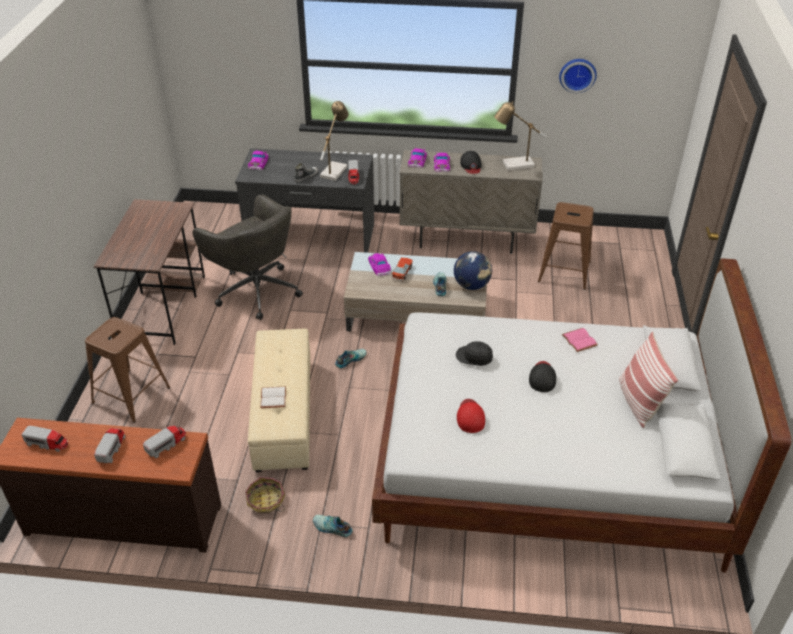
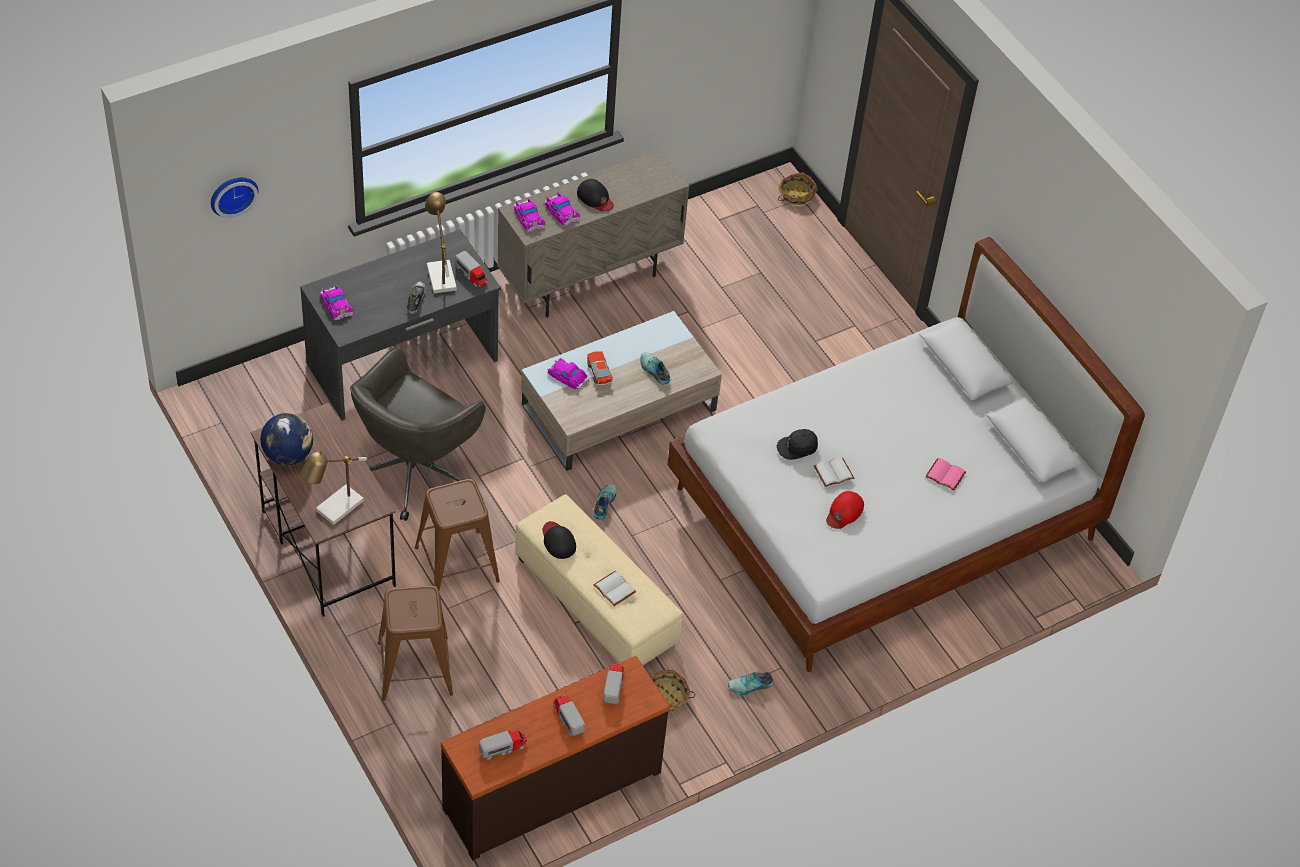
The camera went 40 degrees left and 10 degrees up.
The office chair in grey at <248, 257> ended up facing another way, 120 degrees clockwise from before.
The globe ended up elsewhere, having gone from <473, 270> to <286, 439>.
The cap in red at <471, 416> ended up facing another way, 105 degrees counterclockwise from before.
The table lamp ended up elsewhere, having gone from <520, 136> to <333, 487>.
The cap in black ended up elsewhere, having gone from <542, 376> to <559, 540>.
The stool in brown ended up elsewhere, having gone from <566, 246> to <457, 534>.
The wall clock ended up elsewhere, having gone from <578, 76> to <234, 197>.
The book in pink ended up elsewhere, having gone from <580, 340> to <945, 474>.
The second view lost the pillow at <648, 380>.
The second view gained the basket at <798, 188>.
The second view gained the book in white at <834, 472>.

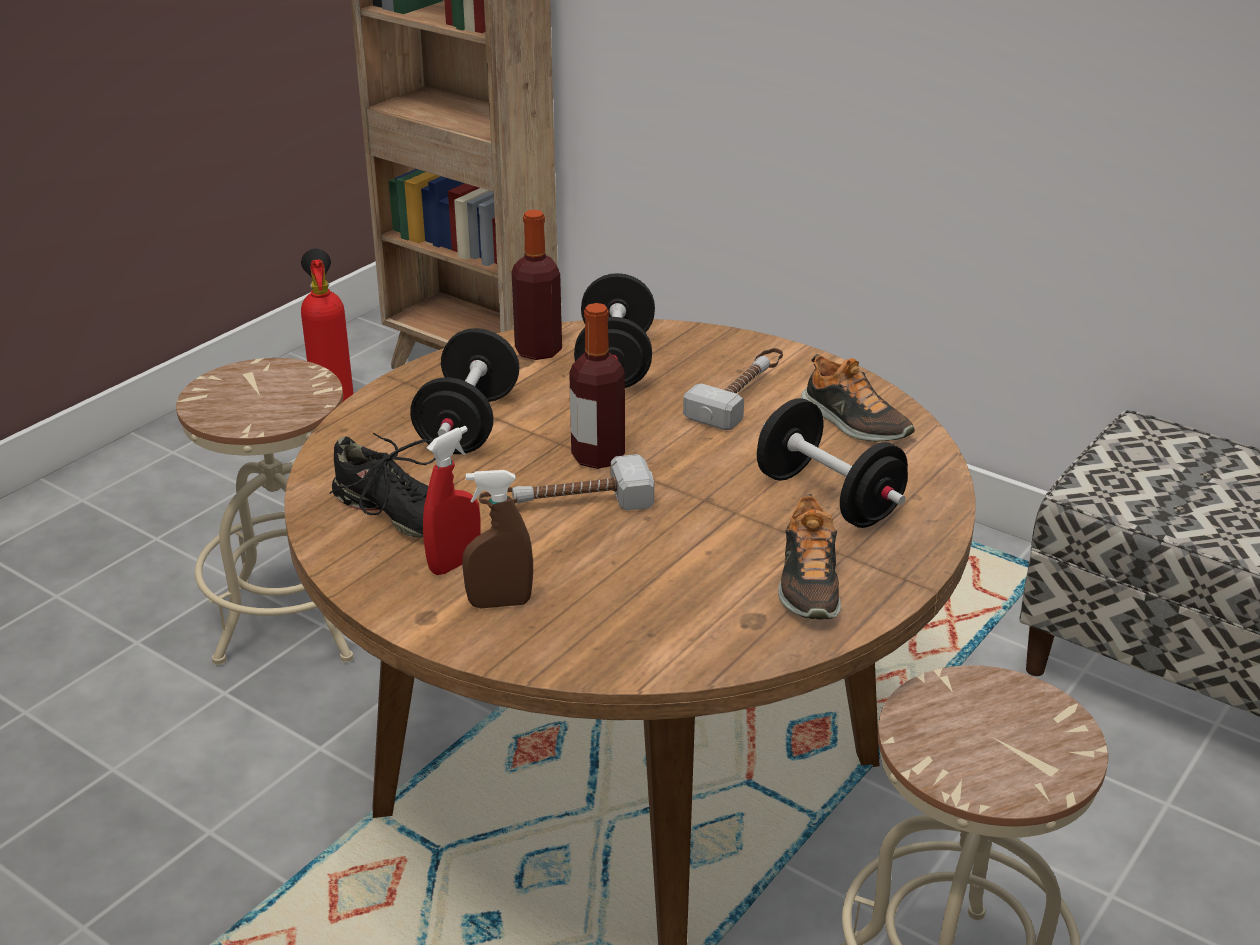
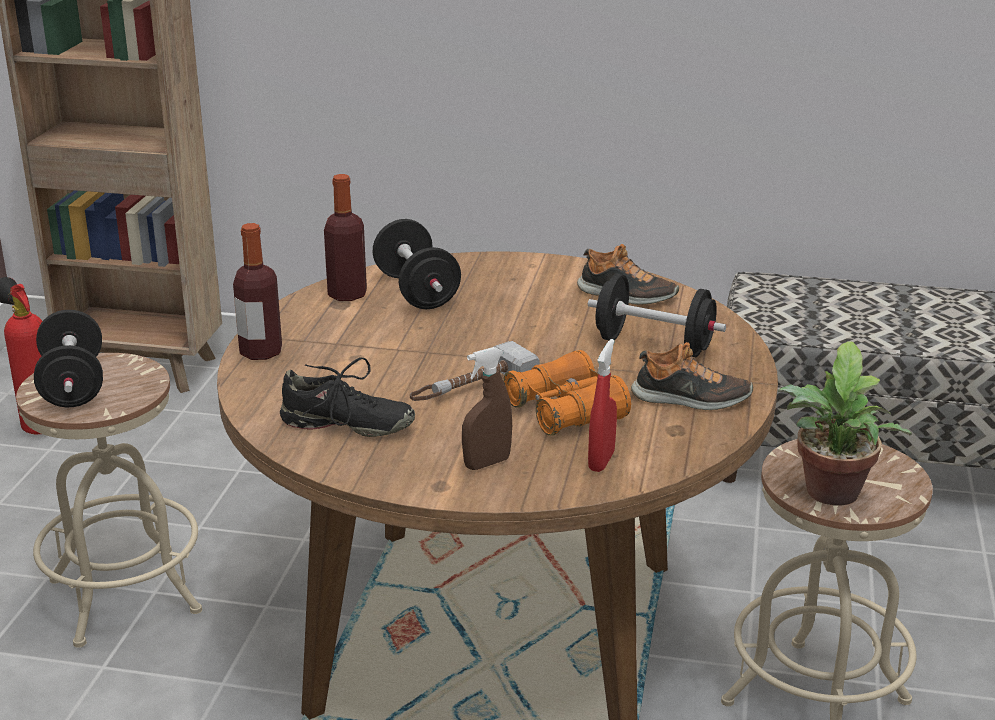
The camera went 25 degrees left and 5 degrees down.
The dumbbell in black ended up elsewhere, having gone from <464, 391> to <68, 358>.
The spray bottle in red ended up elsewhere, having gone from <452, 500> to <602, 405>.
The bottle ended up elsewhere, having gone from <597, 386> to <257, 291>.
The second view lost the hammer at <733, 389>.
The shoe at <809, 557> ended up facing another way, 60 degrees counterclockwise from before.
The second view gained the binoculars in orange at <567, 393>.
The second view gained the potted plant at <845, 423>.

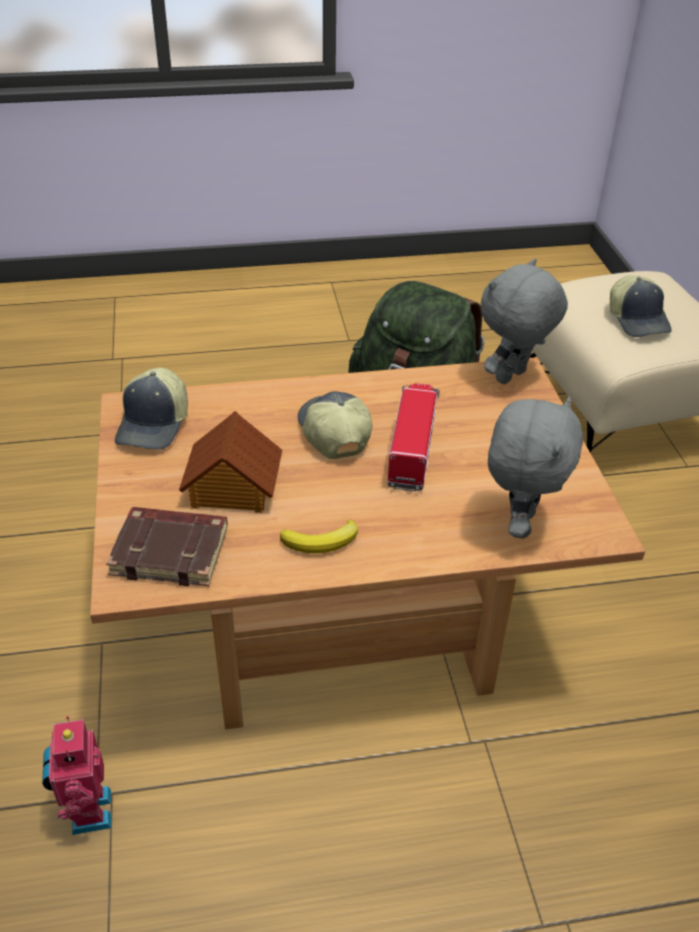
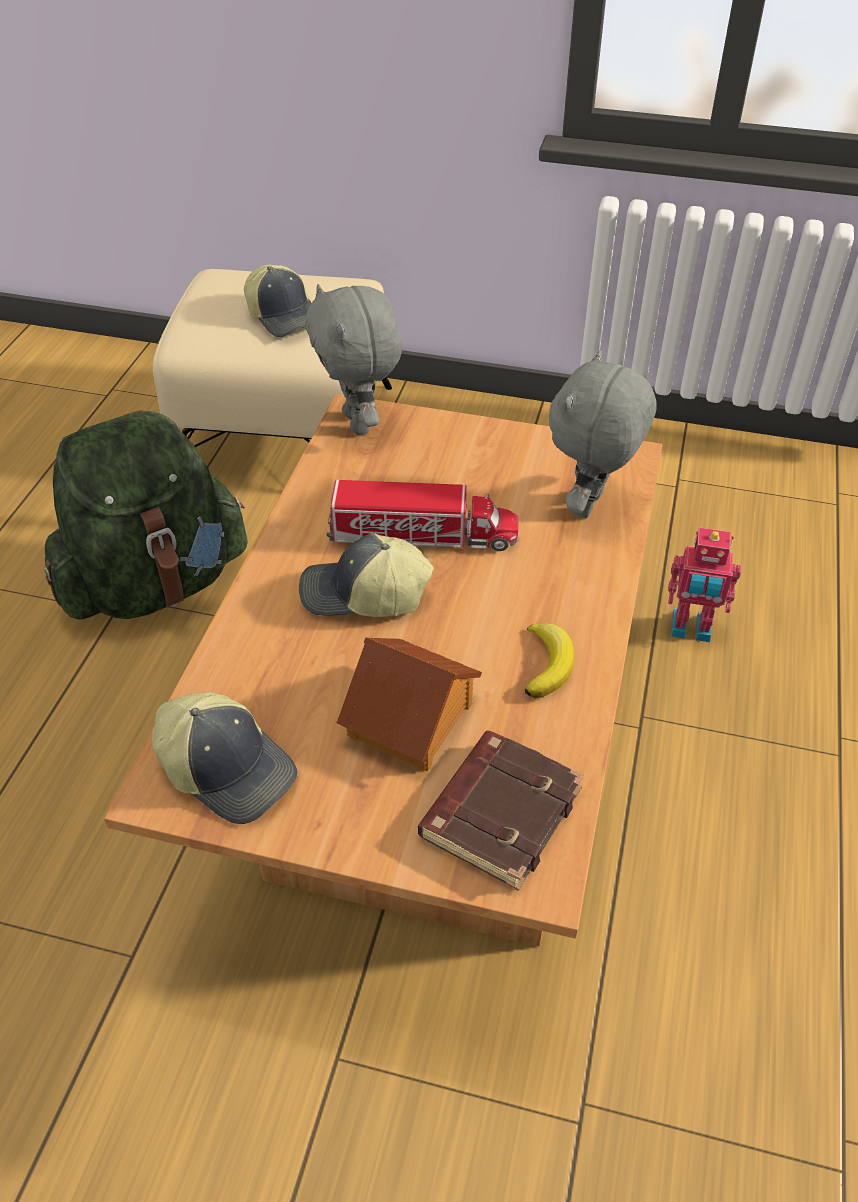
The camera went 65 degrees left and 5 degrees up.
The toy robot ended up elsewhere, having gone from <77, 775> to <704, 584>.
The toy truck at <414, 437> ended up facing another way, 150 degrees clockwise from before.
The plush toy in grey at <535, 468> ended up facing another way, 105 degrees counterclockwise from before.
The cap at <641, 306> ended up facing another way, 45 degrees clockwise from before.

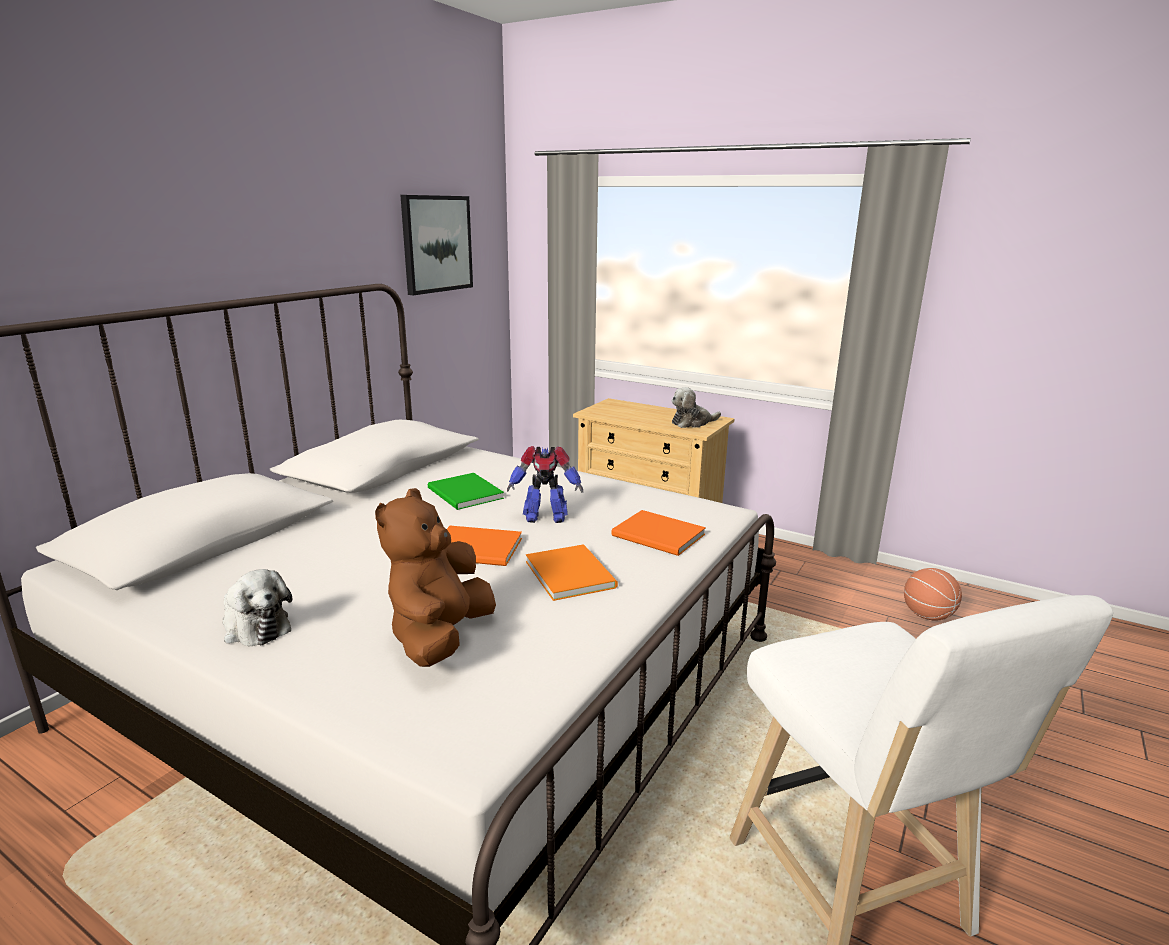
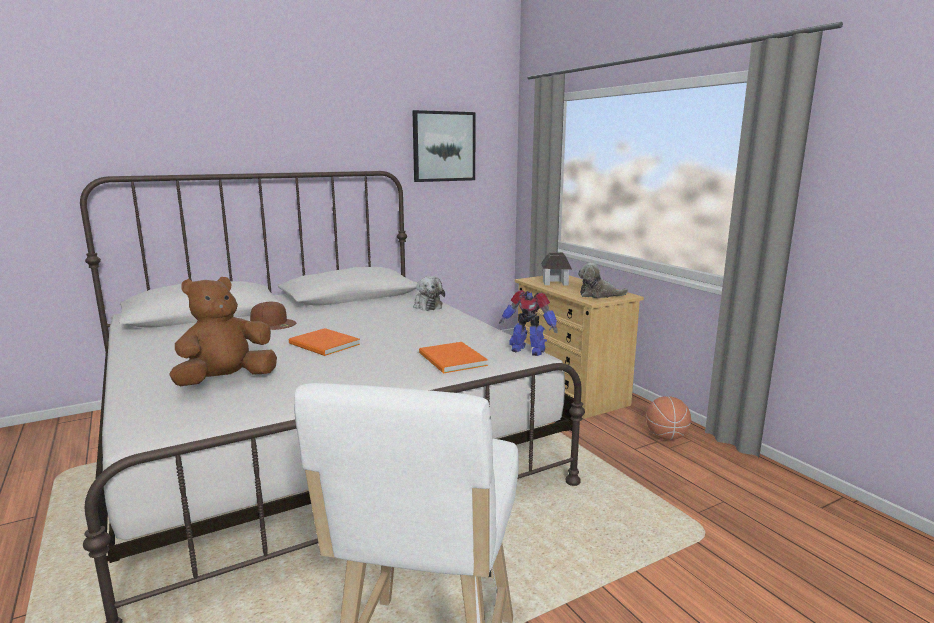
The camera went 30 degrees right and 5 degrees down.
The plush toy ended up elsewhere, having gone from <257, 607> to <429, 293>.
The second view lost the book in green at <466, 491>.
The toy robot ended up elsewhere, having gone from <545, 484> to <528, 323>.
The second view lost the book in orange at <572, 572>.
The basketball ended up elsewhere, having gone from <933, 594> to <668, 418>.
The second view gained the cap in brown at <273, 316>.
The second view gained the toy house at <556, 269>.

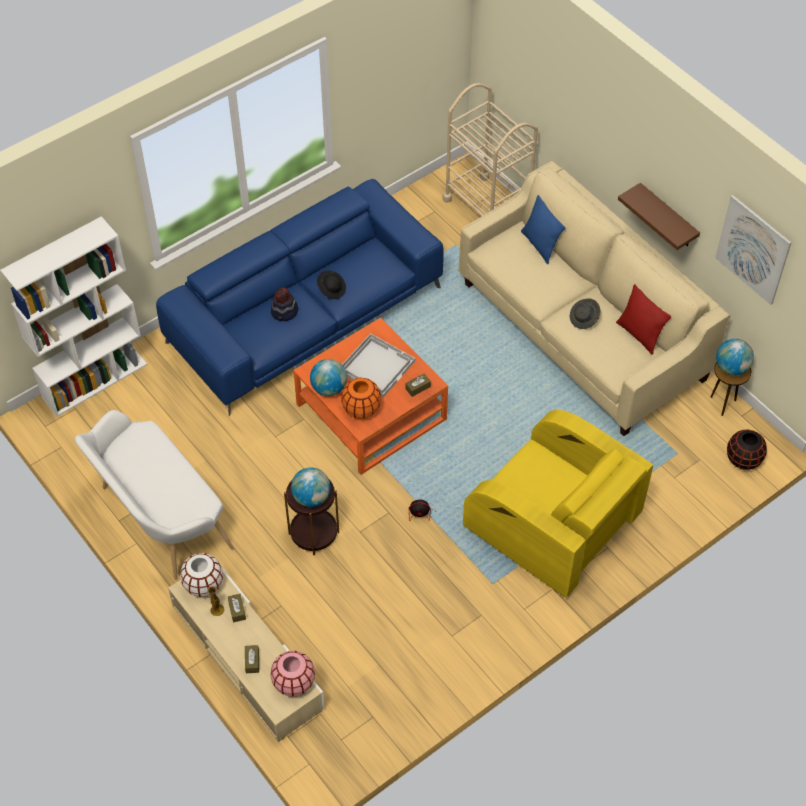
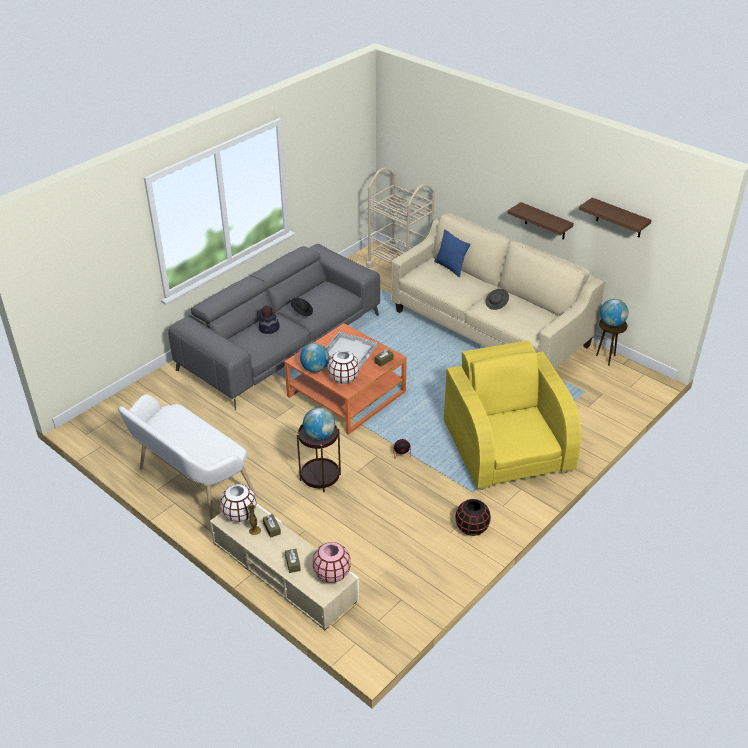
The camera went 10 degrees left and 15 degrees down.
The second view lost the bookcase in white at <73, 316>.
What was the sofa in blue at <300, 297> turned into the sofa in grey at <274, 327>.
What was the vase in orange at <361, 398> turned into the vase in white at <343, 367>.
The armchair in yellow at <558, 503> ended up facing another way, 135 degrees counterclockwise from before.
The second view lost the pillow in red at <643, 319>.
Where the picture hung at <753, 250>, the shelf in brown came to hang at <615, 217>.
The vase in black ended up elsewhere, having gone from <747, 450> to <473, 517>.

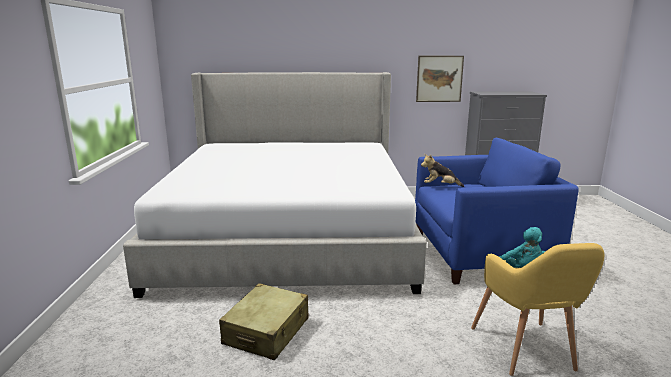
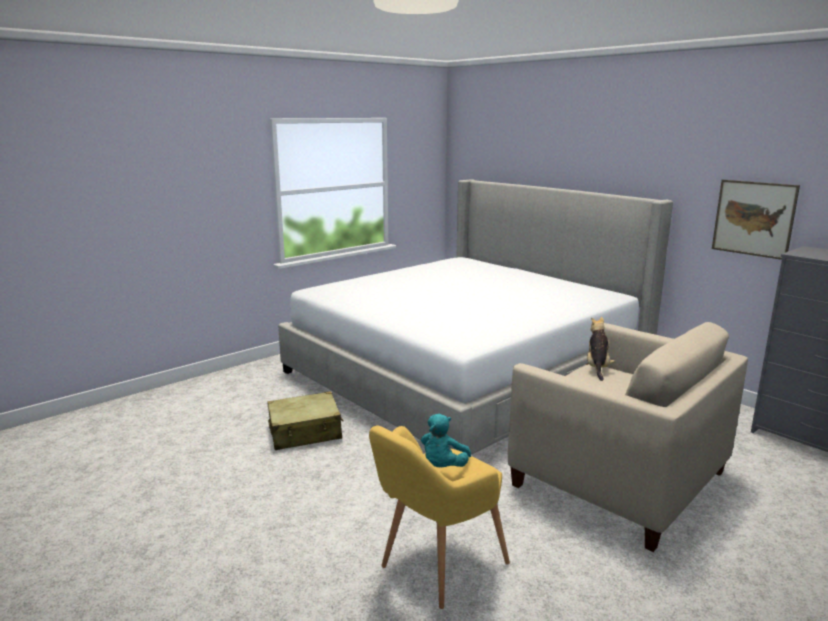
The camera went 50 degrees right and 0 degrees up.
What was the armchair in blue at <497, 211> turned into the armchair in beige at <628, 437>.
The plush toy at <442, 170> ended up facing another way, 45 degrees clockwise from before.

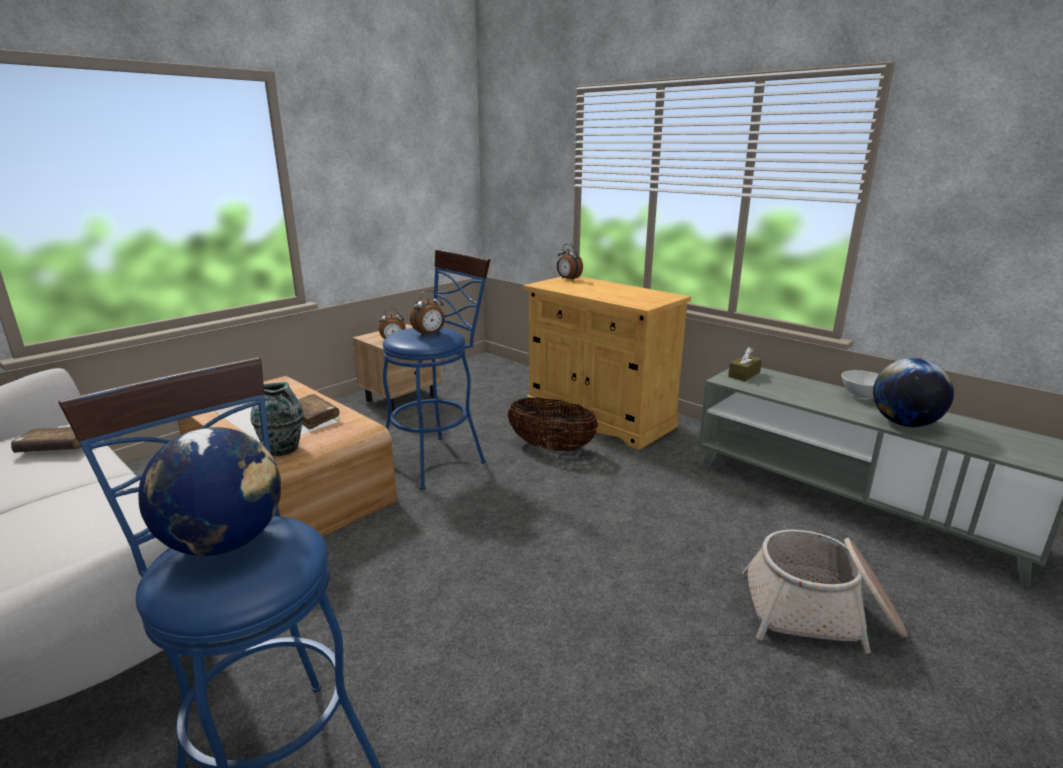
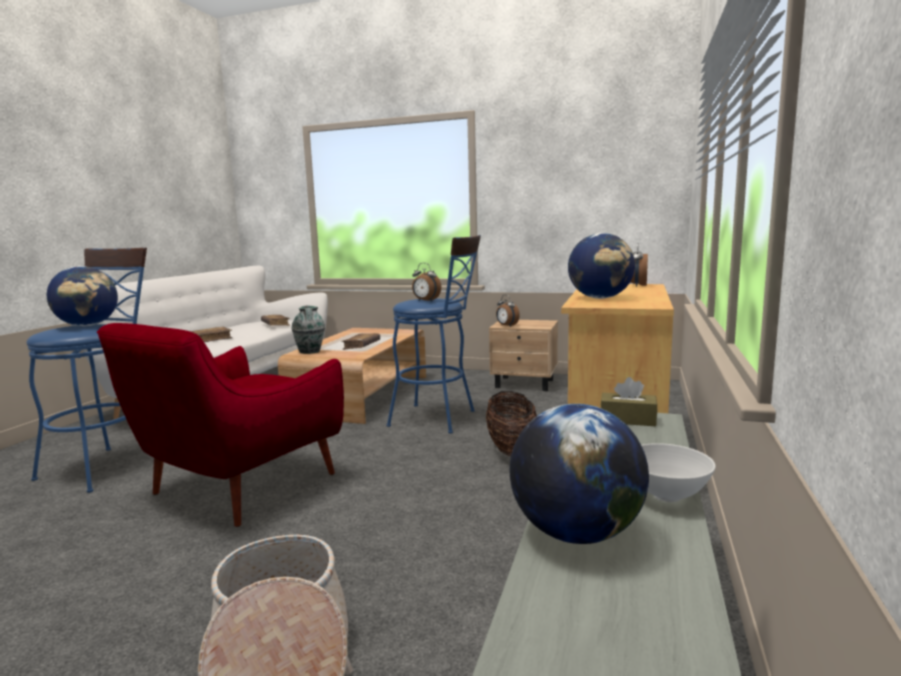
The camera went 65 degrees right and 10 degrees down.
The second view gained the armchair in red at <220, 425>.
The second view gained the book in brown at <211, 334>.
The second view gained the globe at <601, 266>.

